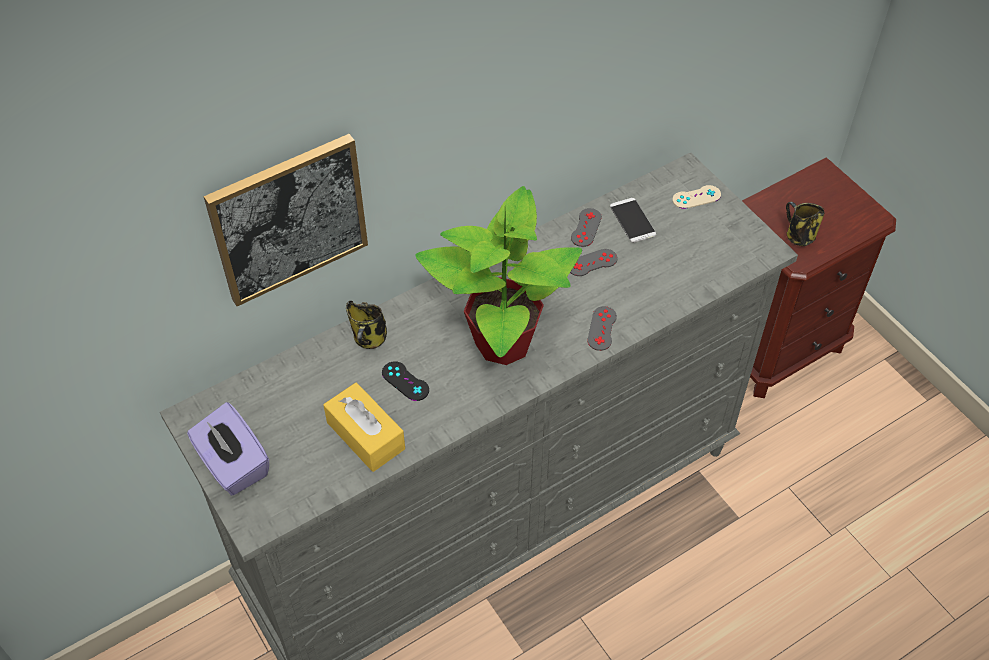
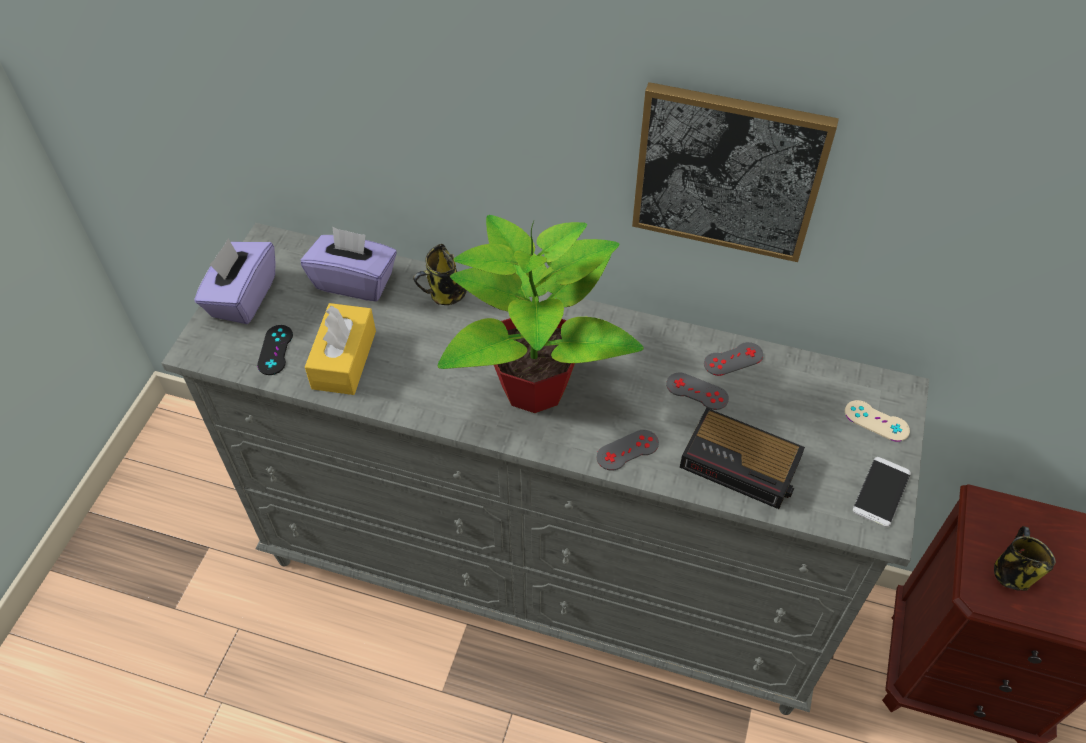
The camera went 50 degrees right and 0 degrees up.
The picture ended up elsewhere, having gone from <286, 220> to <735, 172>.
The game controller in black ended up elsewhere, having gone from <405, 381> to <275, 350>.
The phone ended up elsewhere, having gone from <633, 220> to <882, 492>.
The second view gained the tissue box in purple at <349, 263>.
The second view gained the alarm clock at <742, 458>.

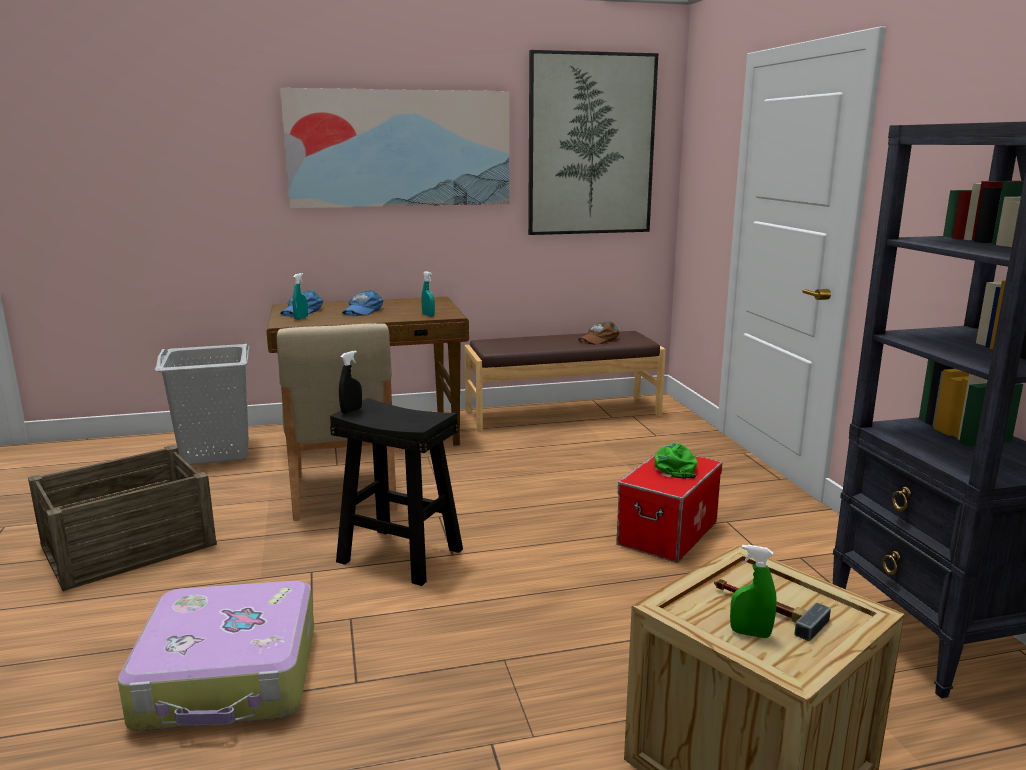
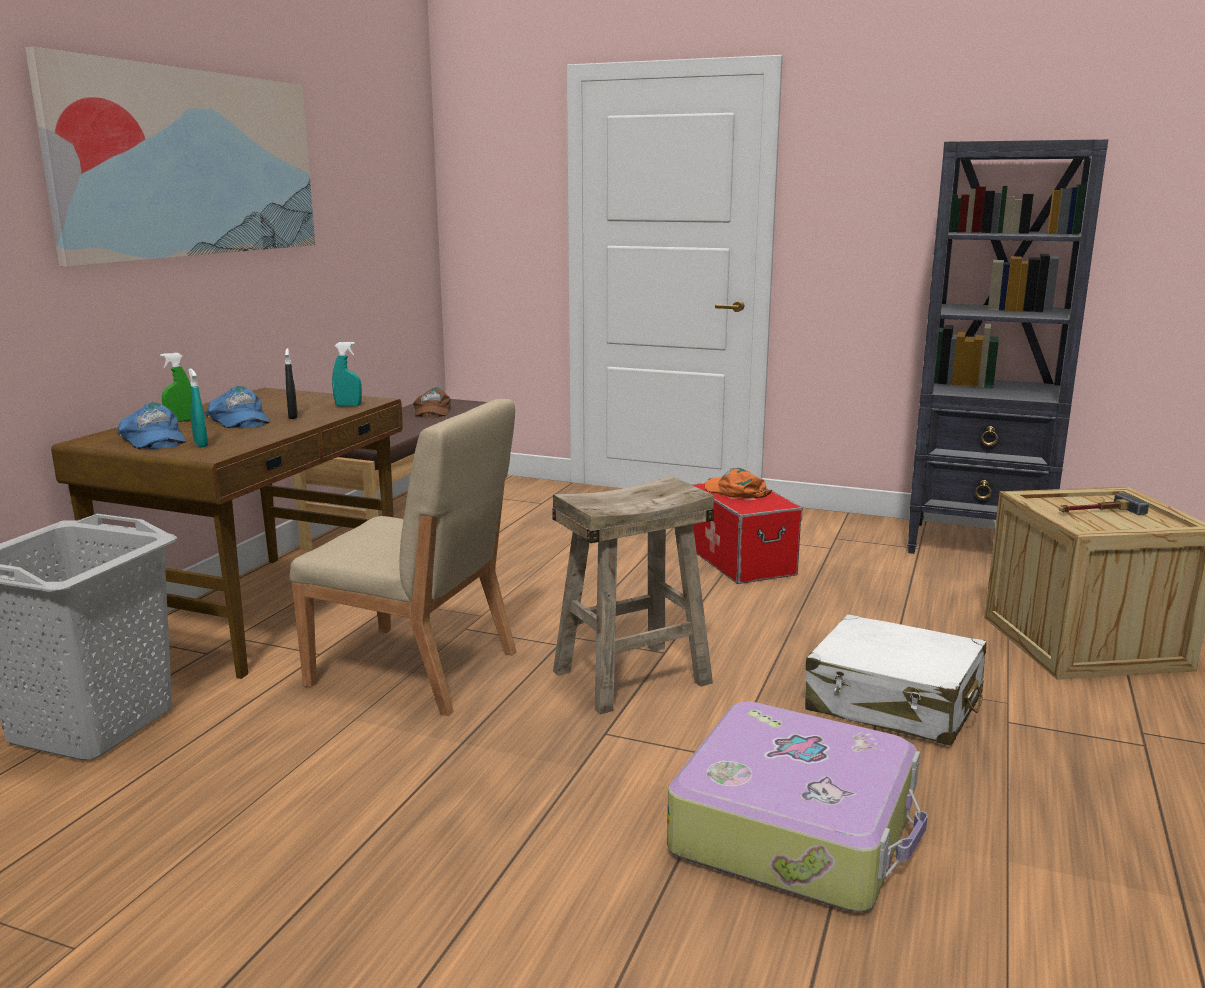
The camera went 55 degrees left and 0 degrees up.
The second view lost the crate at <122, 518>.
What was the stool in black at <396, 492> turned into the stool in beige at <633, 595>.
The spray bottle in black ended up elsewhere, having gone from <350, 382> to <291, 383>.
The second view lost the picture at <593, 142>.
What was the cap in green at <676, 461> turned into the cap in orange at <738, 483>.
The spray bottle in green ended up elsewhere, having gone from <753, 591> to <176, 387>.
The second view gained the suitcase in white at <895, 680>.

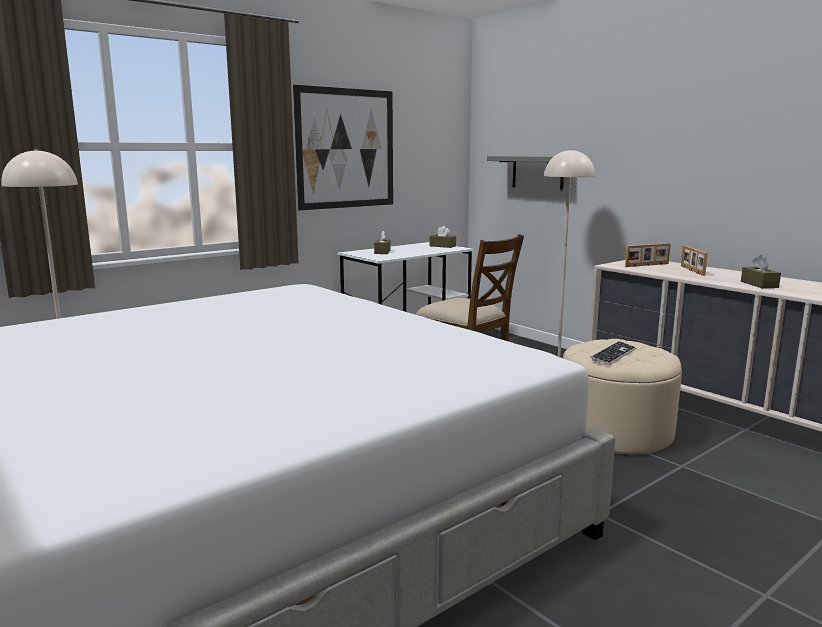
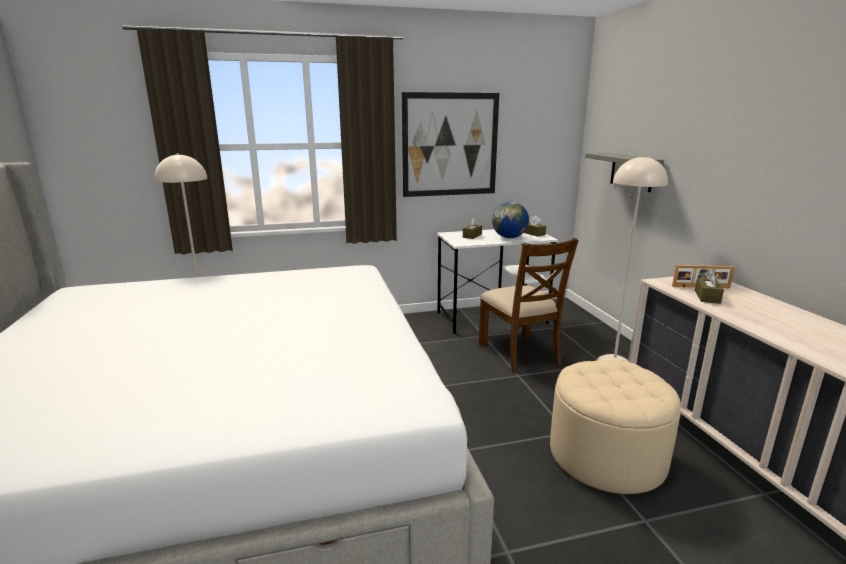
The camera went 25 degrees right and 5 degrees up.
The second view lost the keyboard at <613, 353>.
The second view lost the picture frame at <694, 260>.
The tissue box in brown ended up elsewhere, having gone from <761, 271> to <709, 286>.
The second view gained the globe at <510, 220>.

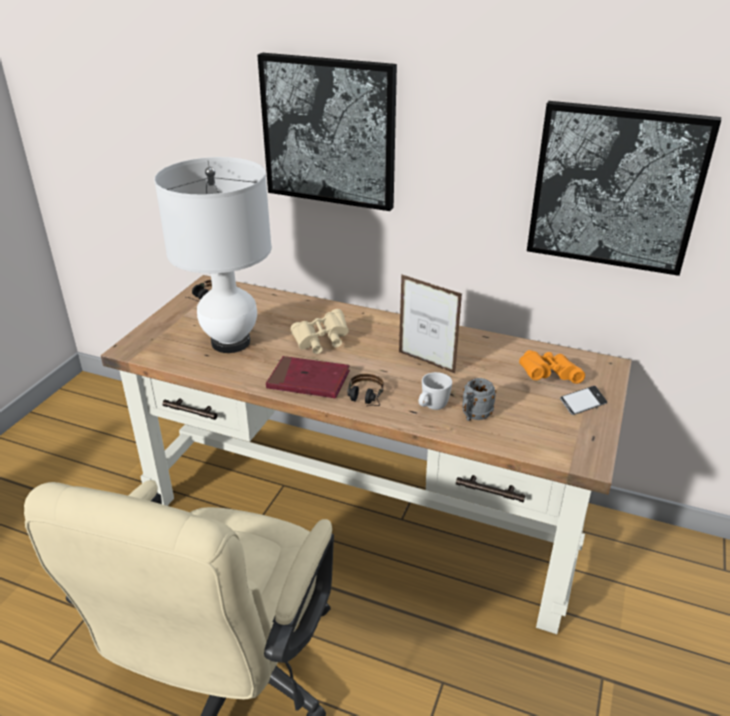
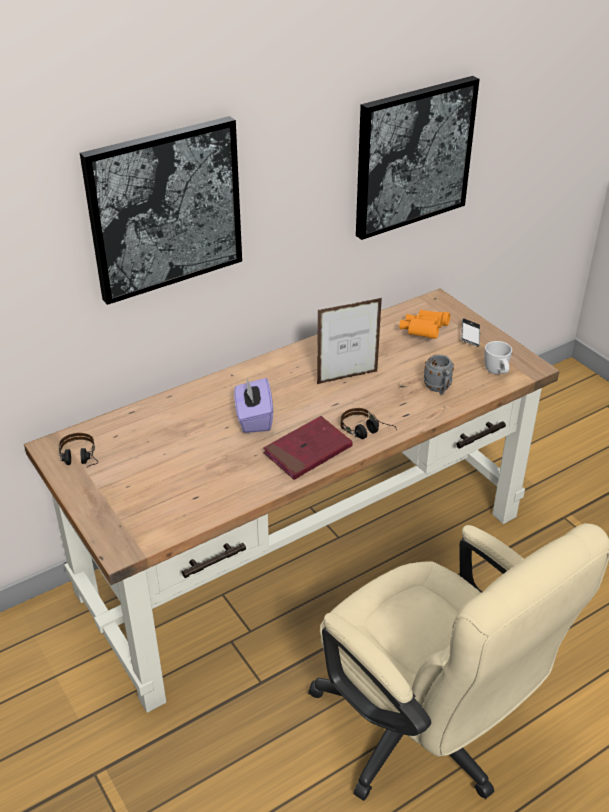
The camera went 55 degrees left and 5 degrees up.
The second view lost the table lamp in white at <213, 255>.
Where the binoculars in beige stood at <320, 331>, the tissue box in purple came to stand at <253, 405>.
The mug in white ended up elsewhere, having gone from <435, 391> to <498, 357>.

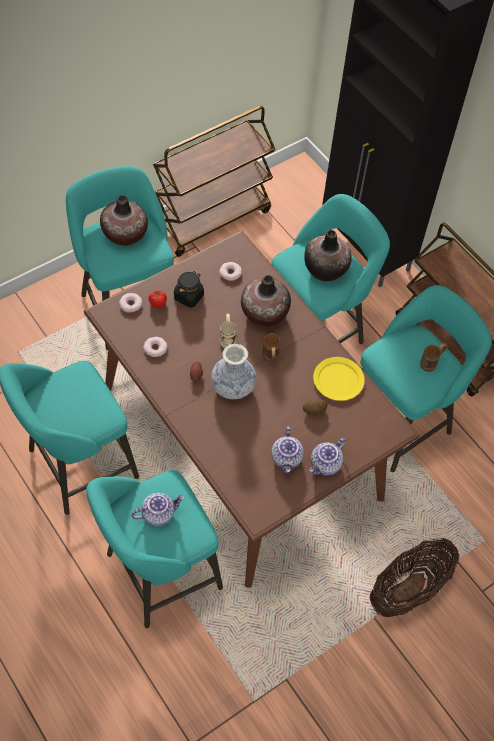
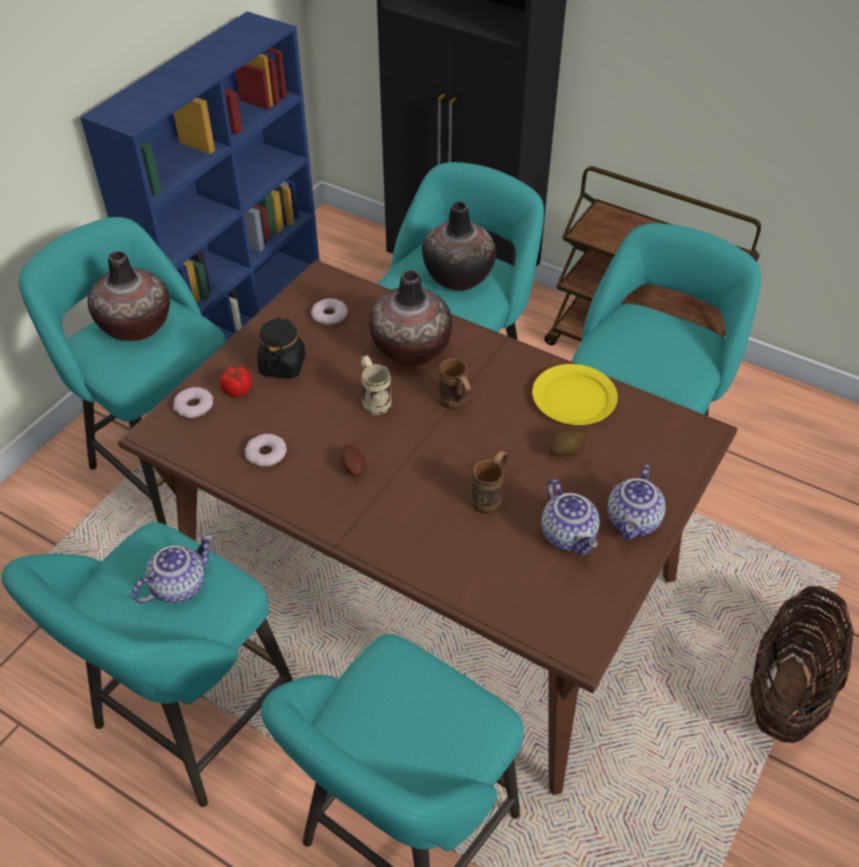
The camera went 20 degrees left and 10 degrees down.
The teapot ended up elsewhere, having gone from <157, 509> to <172, 569>.
Where the cart in brown stood at <214, 181>, the bookcase in blue came to stand at <200, 177>.
The second view lost the vase at <233, 371>.
The mug in brown ended up elsewhere, having gone from <433, 357> to <489, 482>.

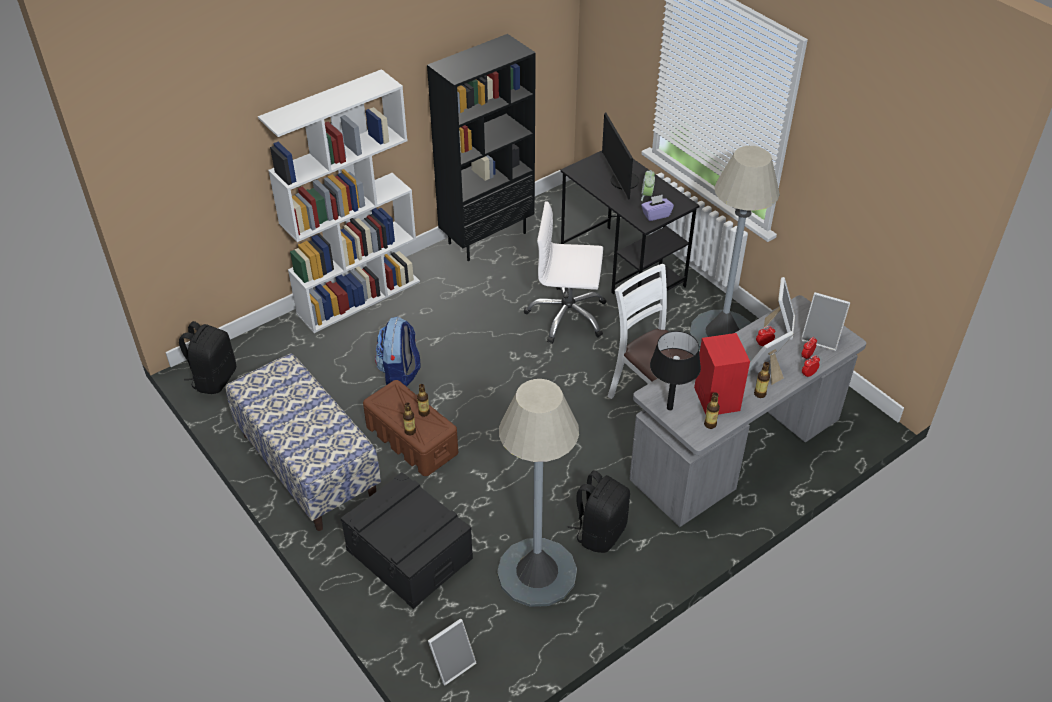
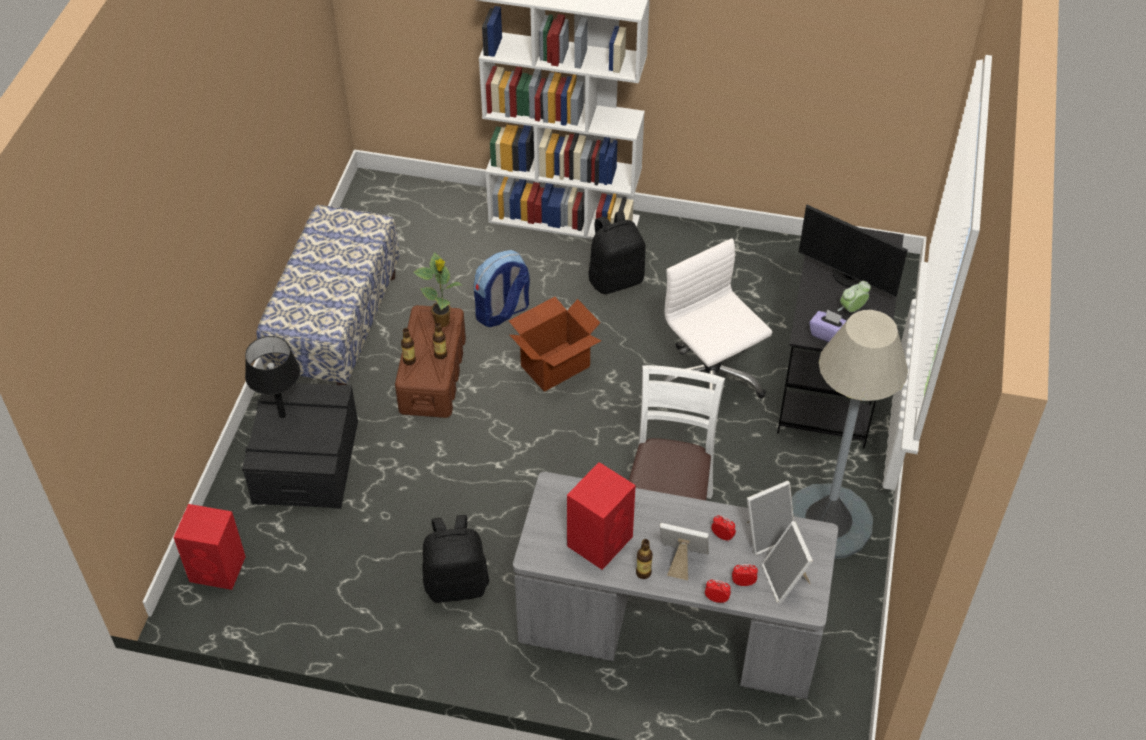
The camera went 50 degrees right and 5 degrees up.
The backpack in black ended up elsewhere, having gone from <207, 357> to <617, 252>.
The second view lost the bookcase in black at <481, 147>.
Where the picture frame stood at <452, 652>, the speaker in red came to stand at <209, 547>.
The second view lost the floor lamp in grey at <538, 493>.
The monitor at <620, 156> ended up facing another way, 90 degrees counterclockwise from before.
The table lamp in black ended up elsewhere, having gone from <675, 370> to <272, 377>.
The second view lost the bottle at <712, 410>.
The second view gained the potted plant at <437, 289>.
The second view gained the cardboard box at <555, 344>.

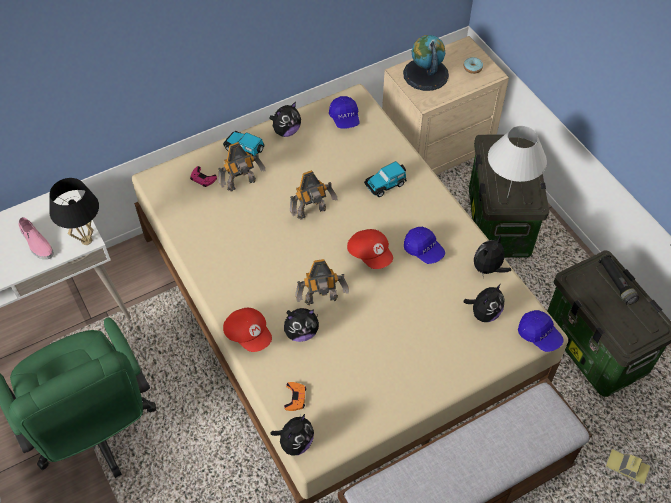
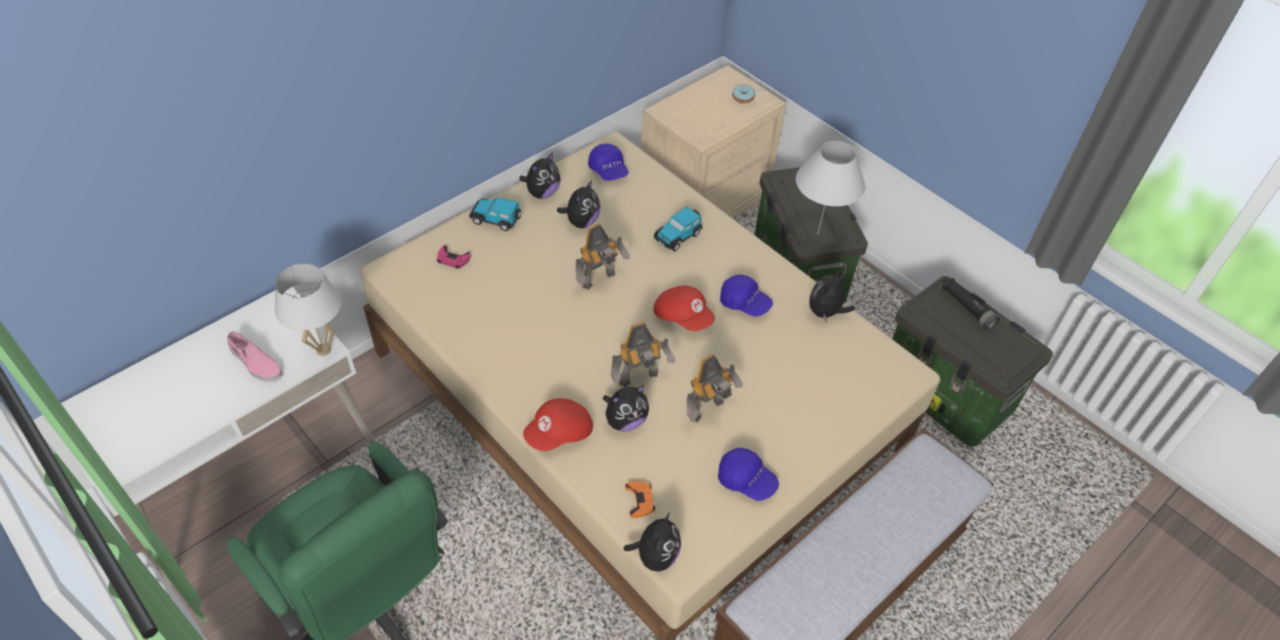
The camera went 15 degrees left and 5 degrees down.
What was the table lamp in black at <74, 211> turned into the table lamp in white at <308, 310>.
The toy robot ended up elsewhere, having gone from <242, 166> to <715, 388>.
The cap in red at <247, 330> ended up facing another way, 105 degrees clockwise from before.
The second view lost the globe at <426, 63>.
The plush toy ended up elsewhere, having gone from <483, 303> to <578, 204>.
The cap in blue ended up elsewhere, having gone from <541, 331> to <748, 474>.
The second view lost the toy car at <627, 467>.

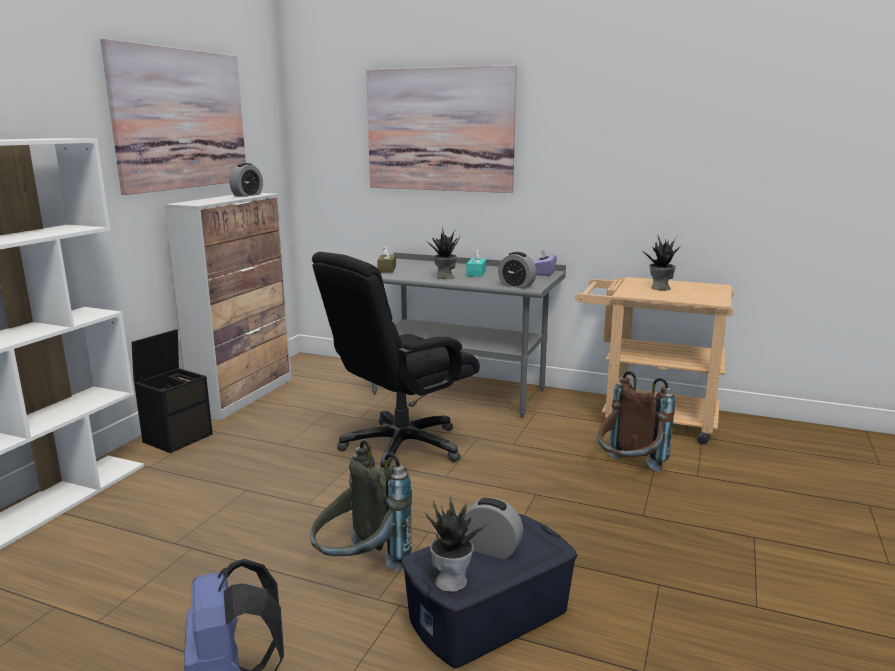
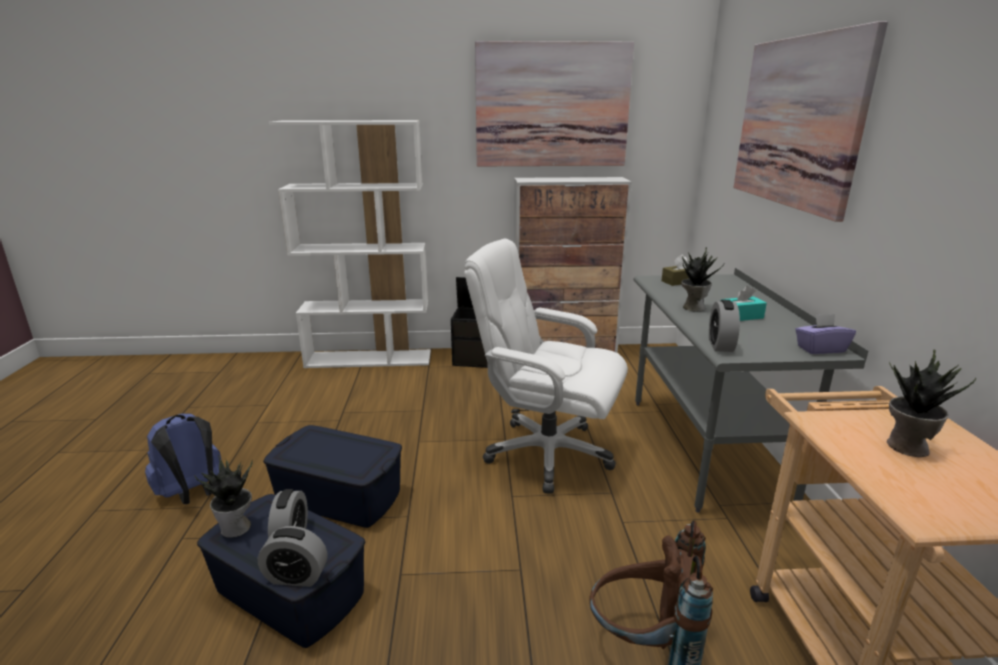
The camera went 65 degrees right and 5 degrees up.
The alarm clock ended up elsewhere, having gone from <246, 180> to <292, 556>.
Where the backpack in grey stood at <361, 505>, the storage box in blue came to stand at <332, 476>.
What was the office chair in black at <396, 362> turned into the office chair in white at <546, 366>.

